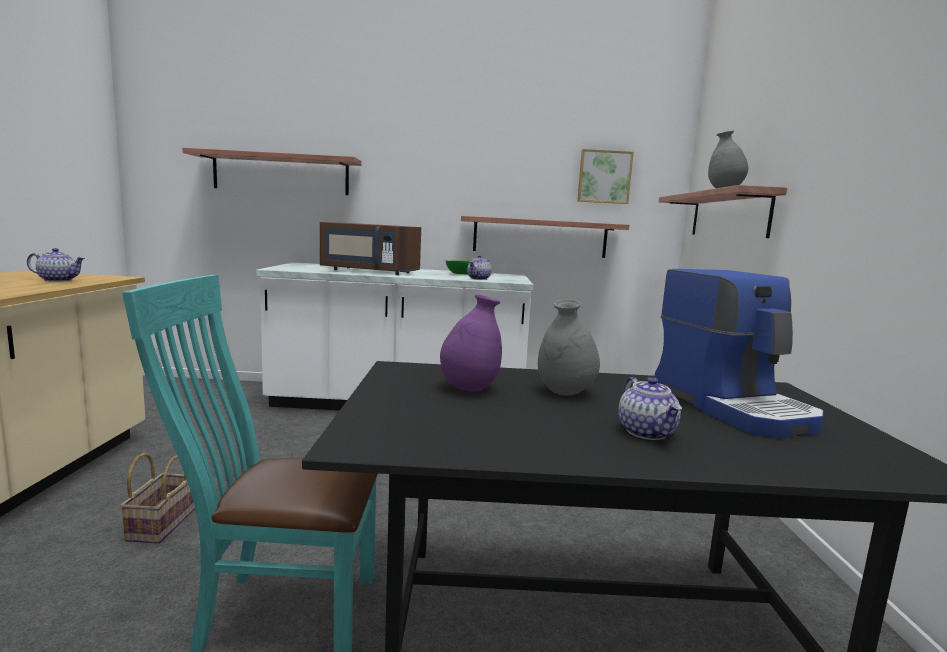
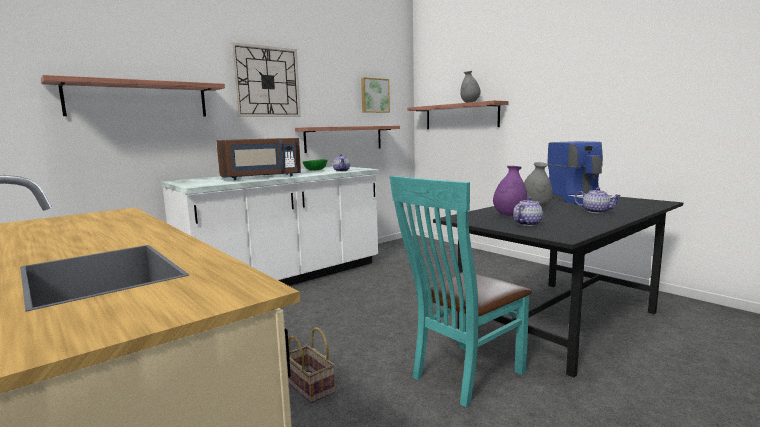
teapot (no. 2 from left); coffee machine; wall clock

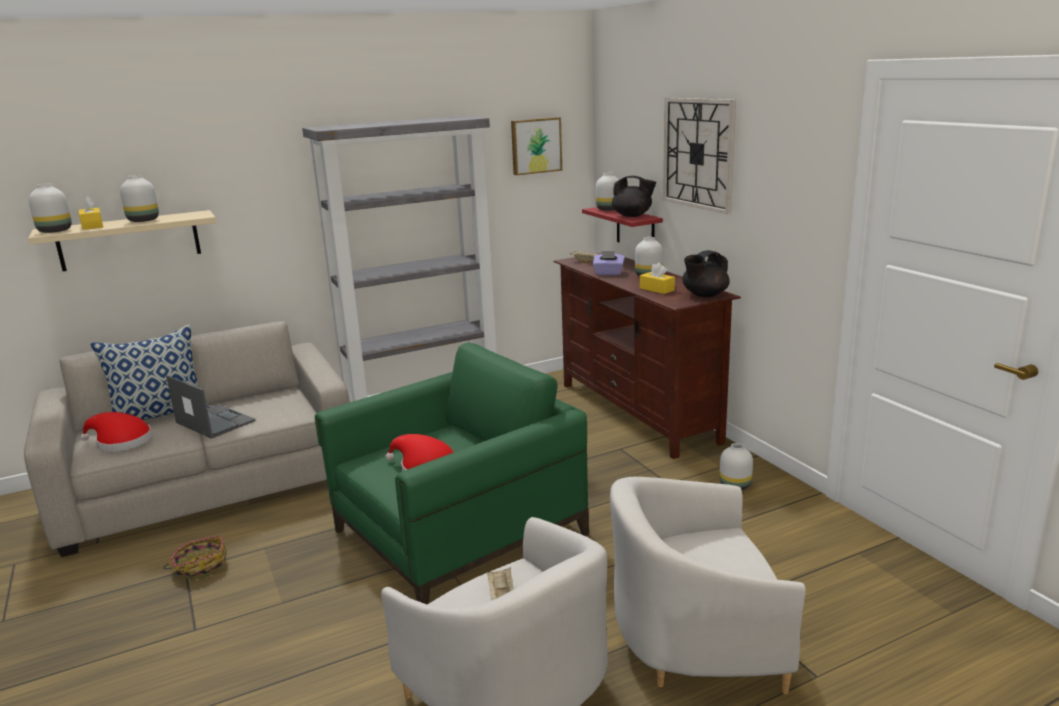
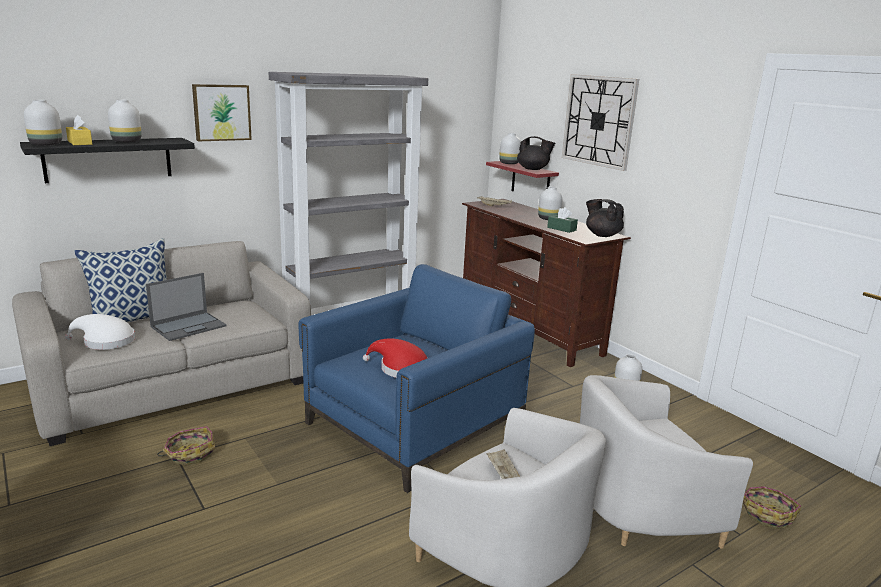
picture; shelf in black; teapot in black (no. 2 from left); tissue box in purple; tissue box in green; armchair in blue; laptop; hat in white; basket (no. 2 from left)

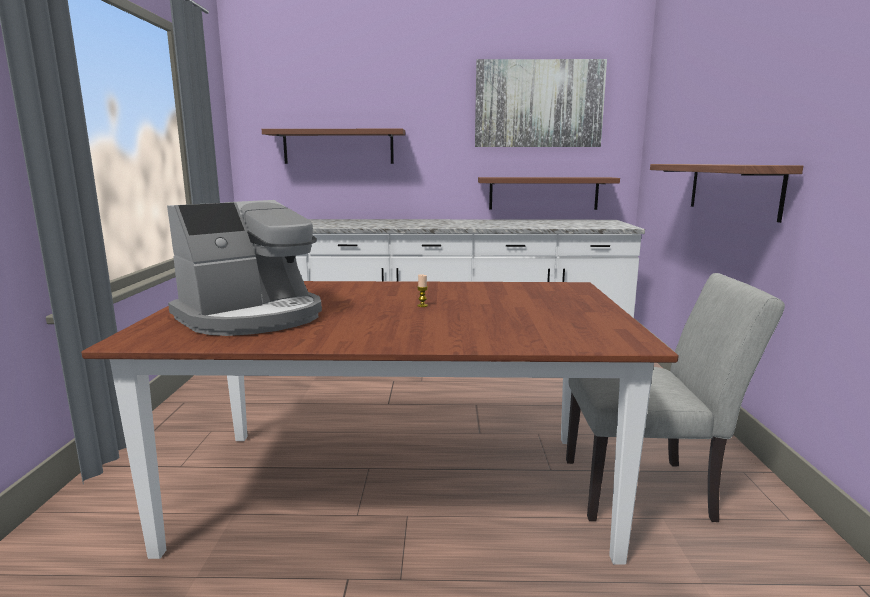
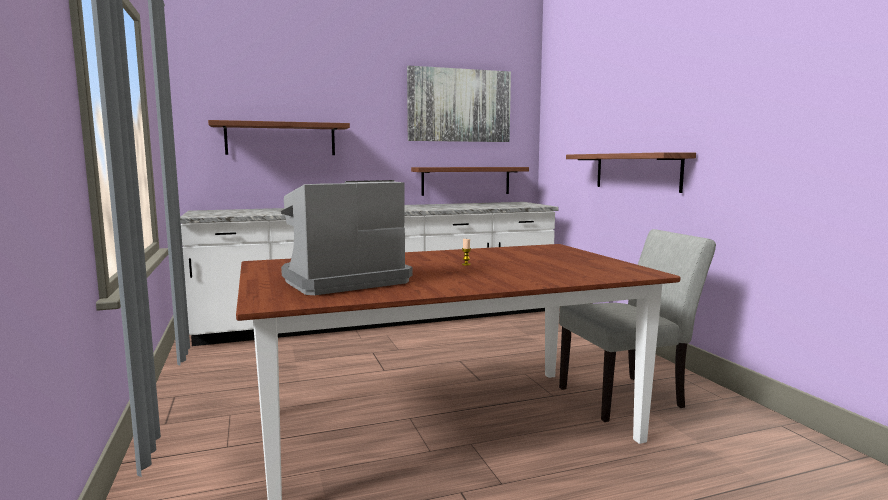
coffee machine

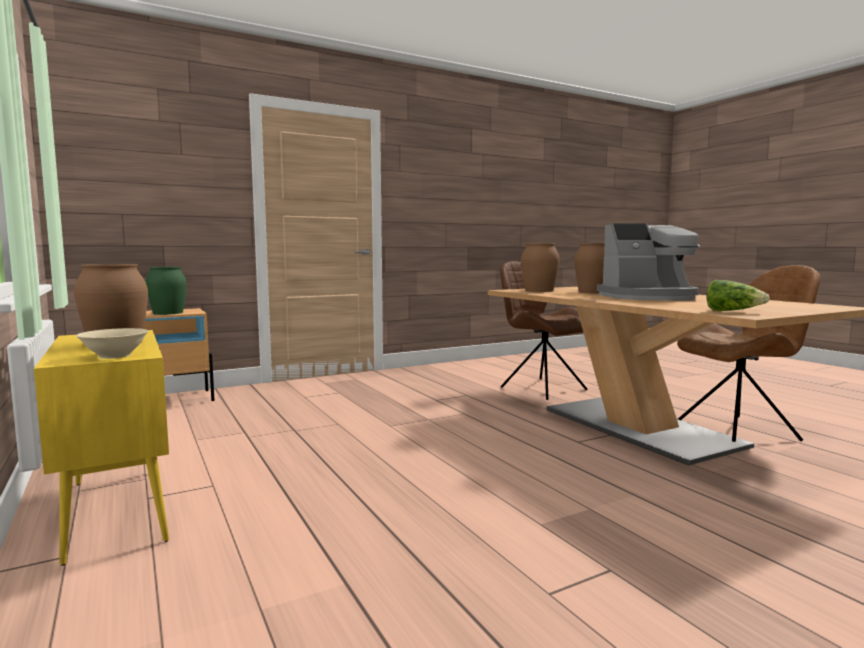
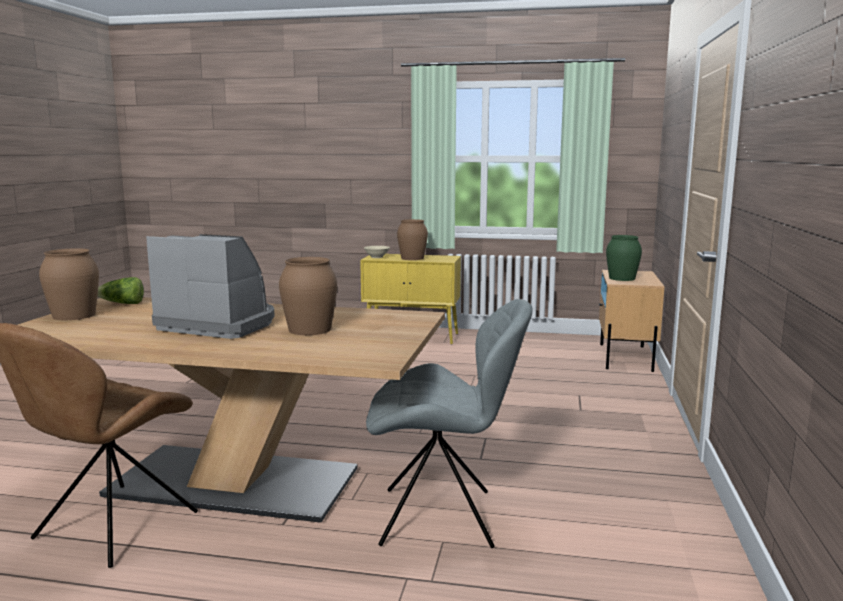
coffee machine; vase in brown (no. 1 from left); chair in grey

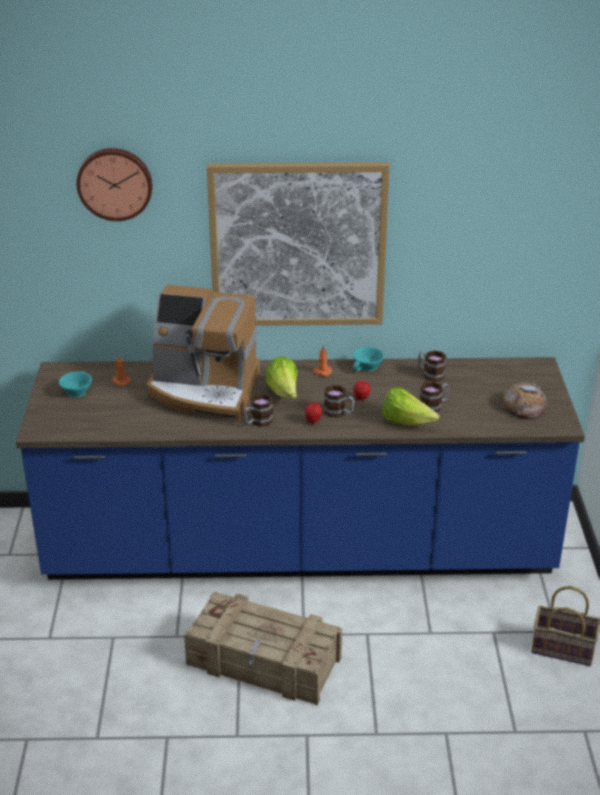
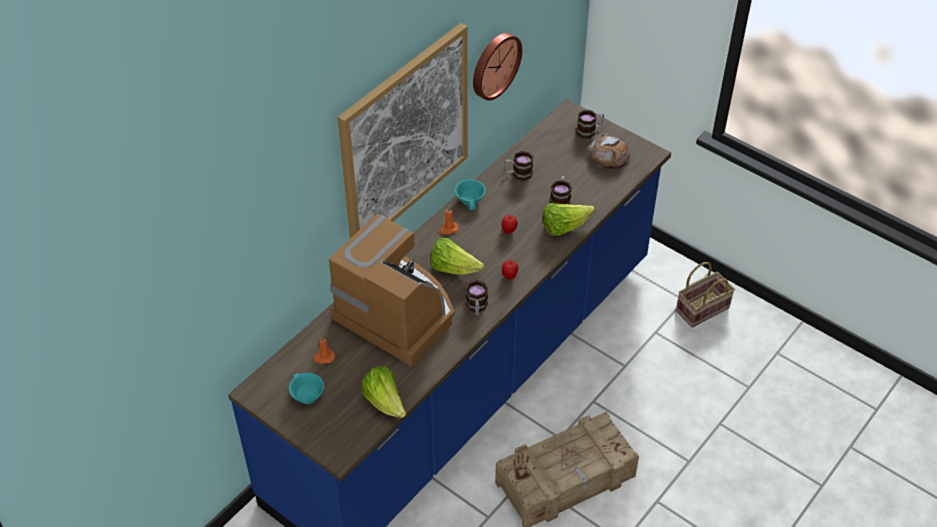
wall clock; coffee machine; mug (no. 4 from left); lettuce (no. 1 from left)

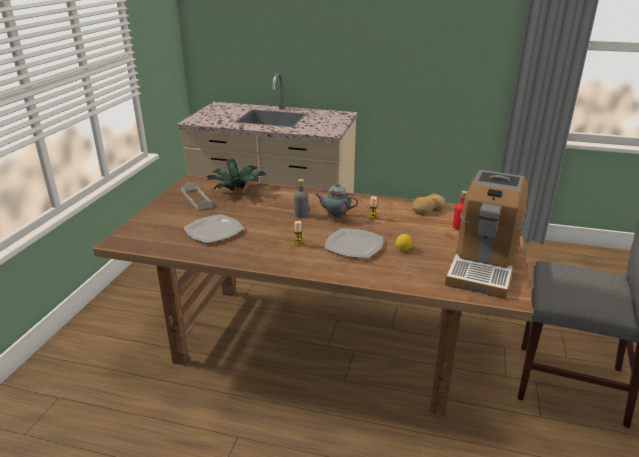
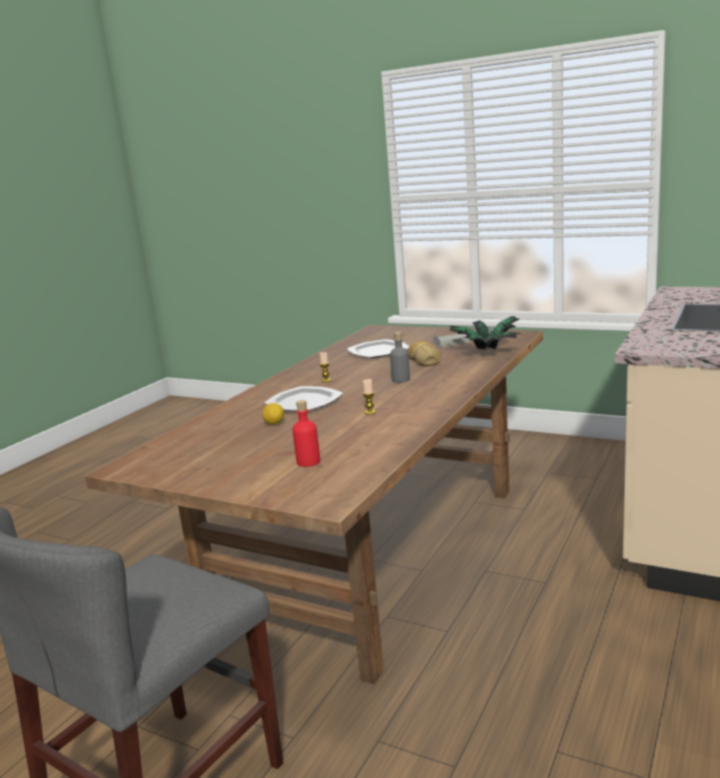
coffee machine; teapot; bread

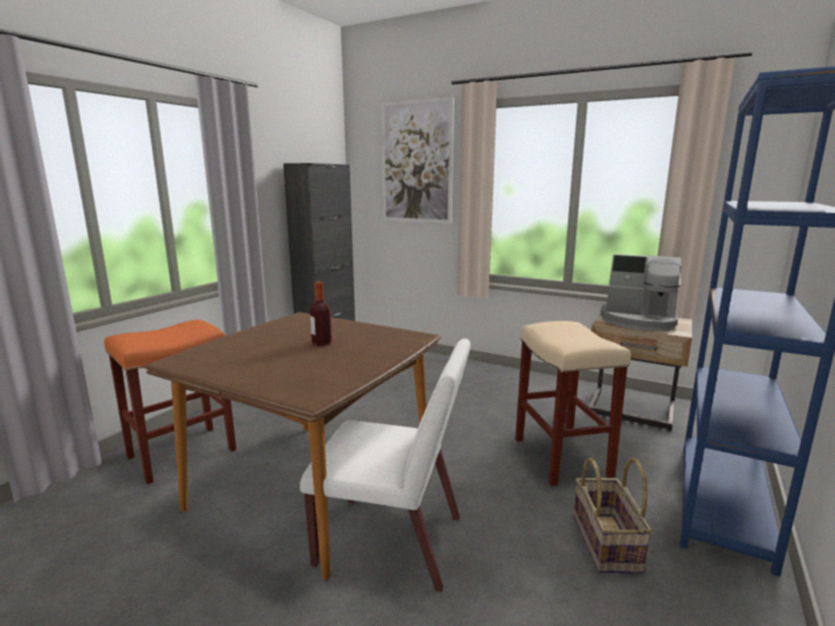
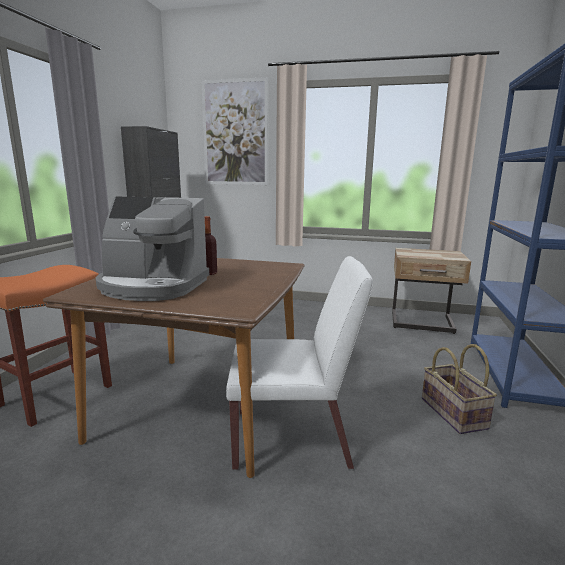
coffee machine; stool in beige

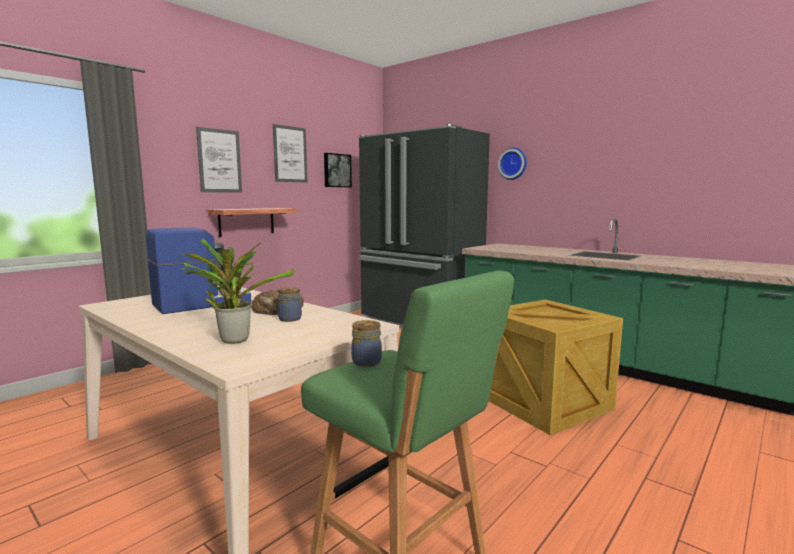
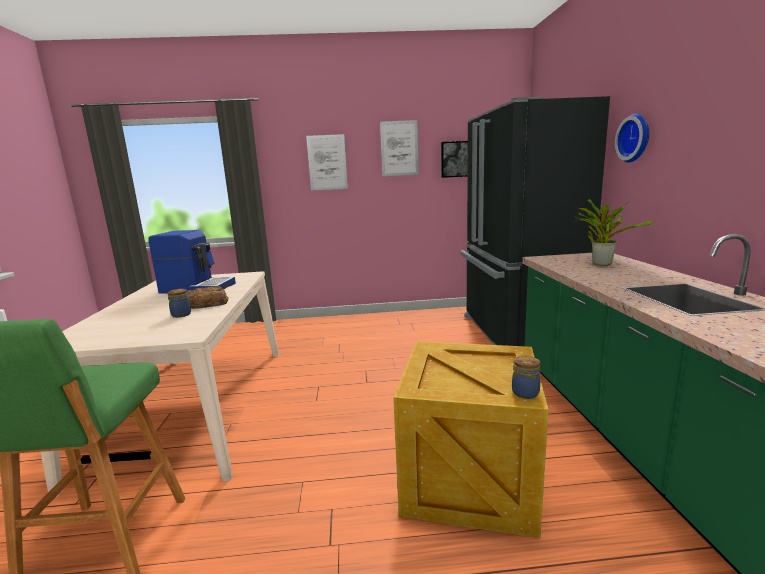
shelf; potted plant; jar (no. 2 from left)

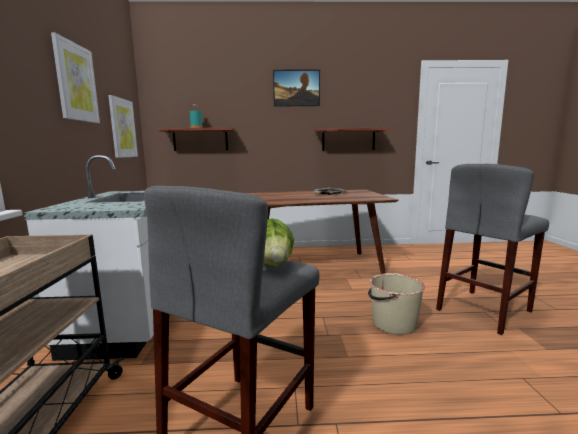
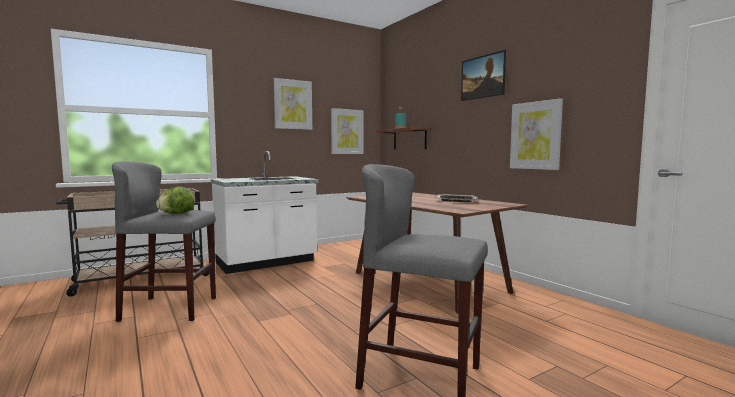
picture (no. 4 from left); bucket in beige

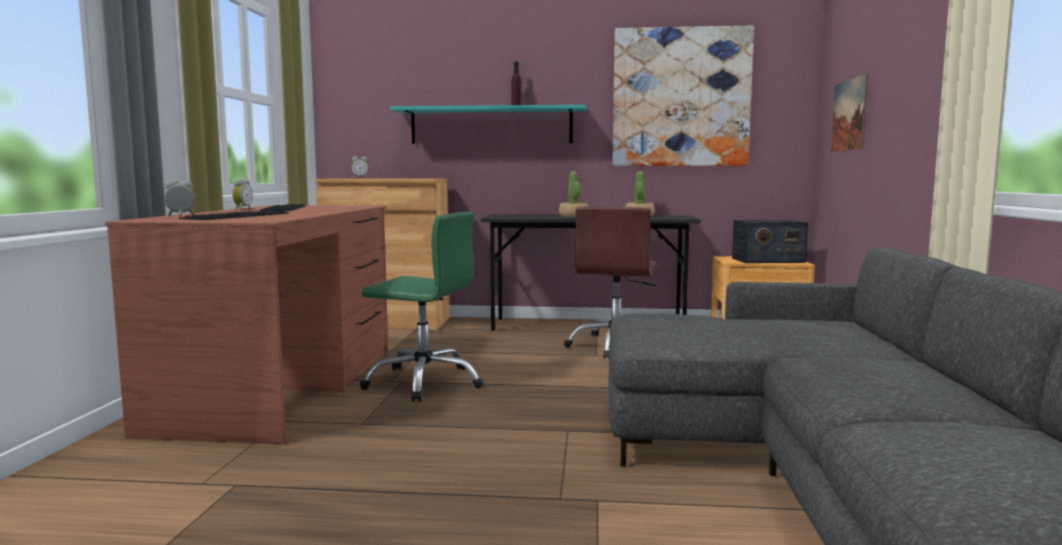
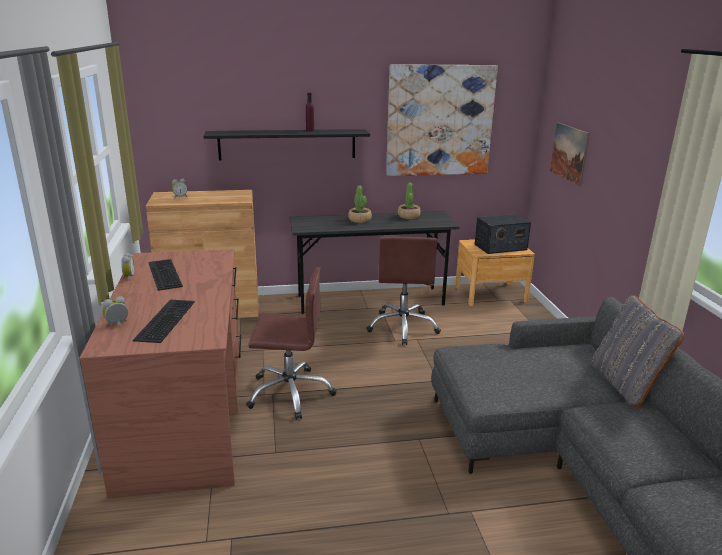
shelf in black; office chair in brown (no. 1 from left); pillow in grey

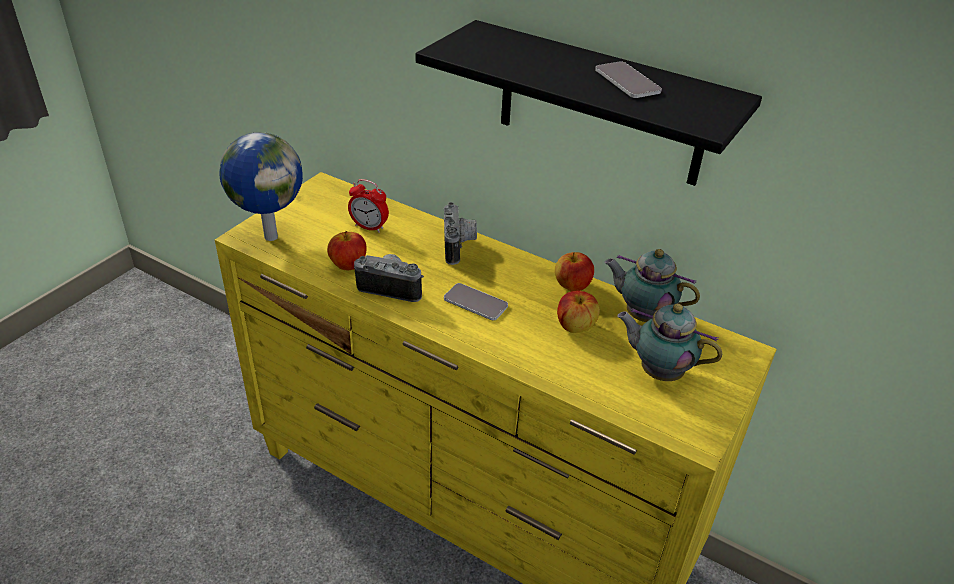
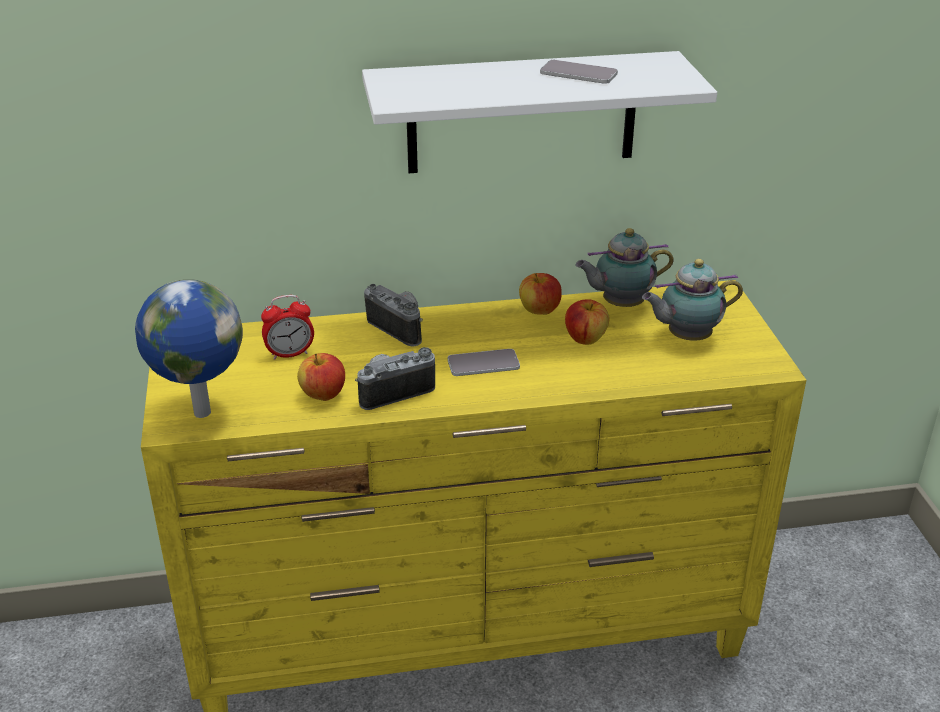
shelf in white

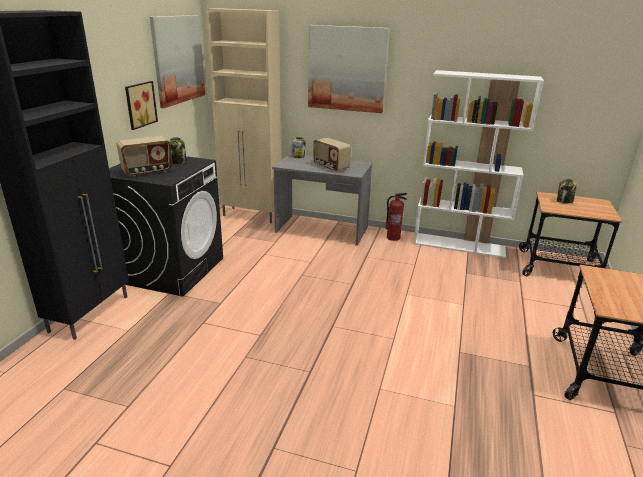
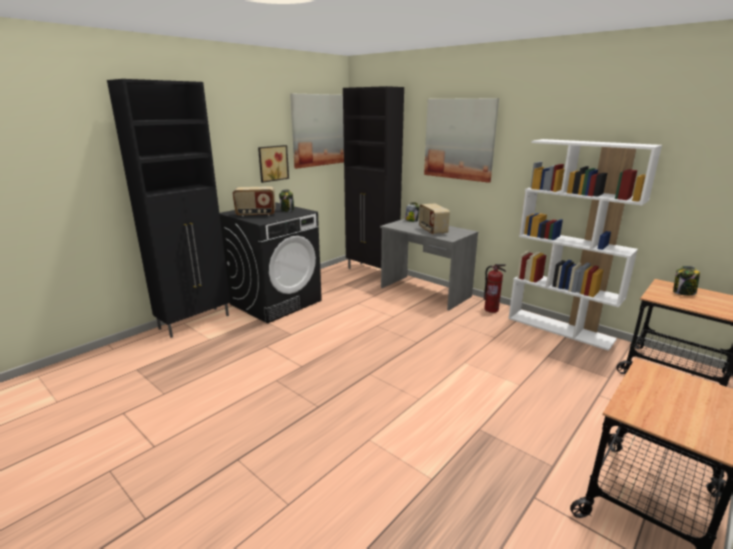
cabinet in black (no. 2 from left)

